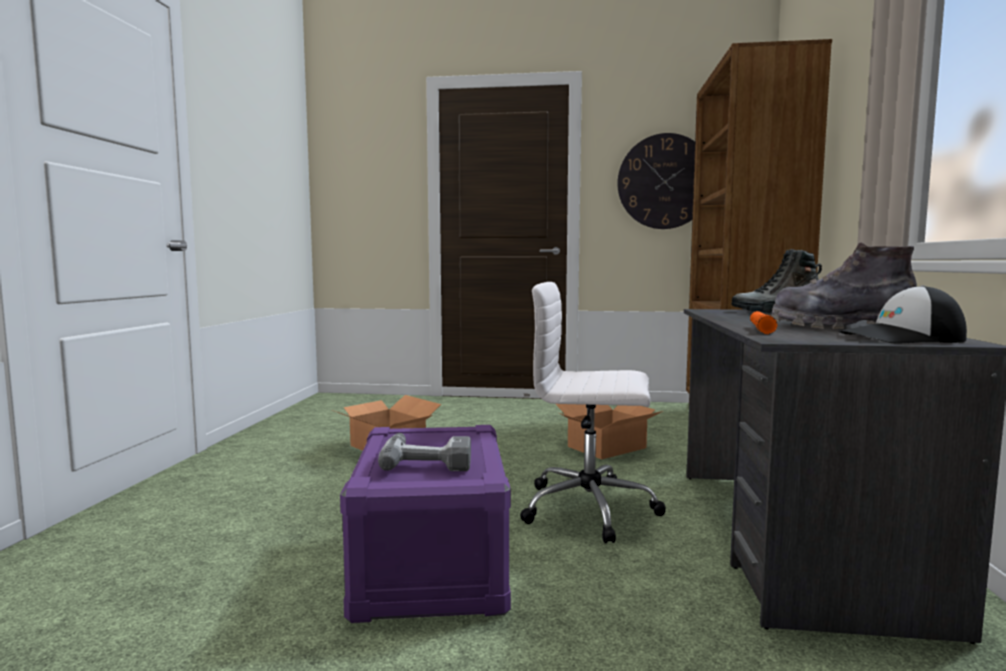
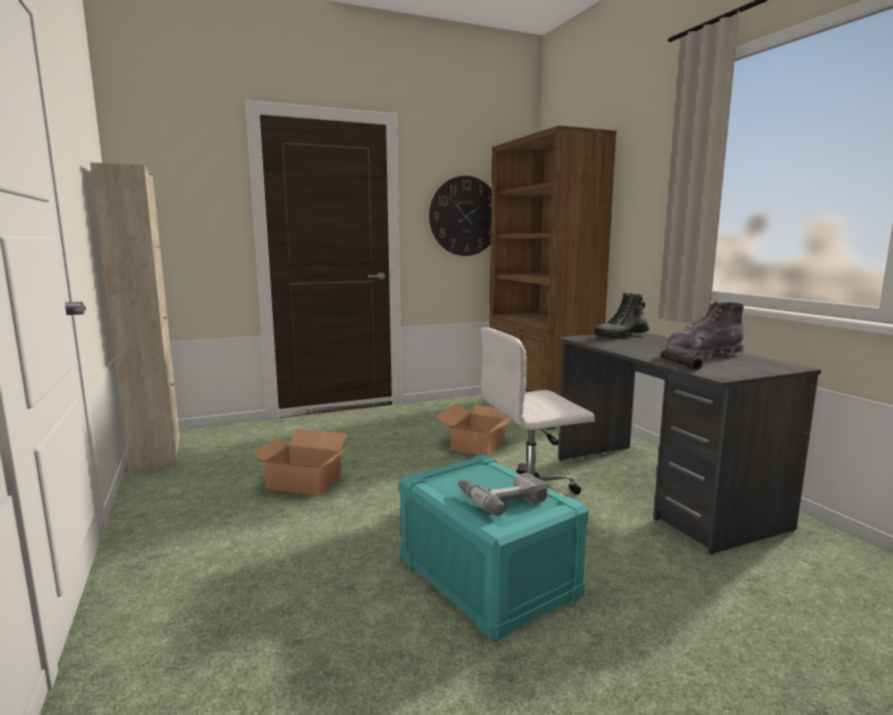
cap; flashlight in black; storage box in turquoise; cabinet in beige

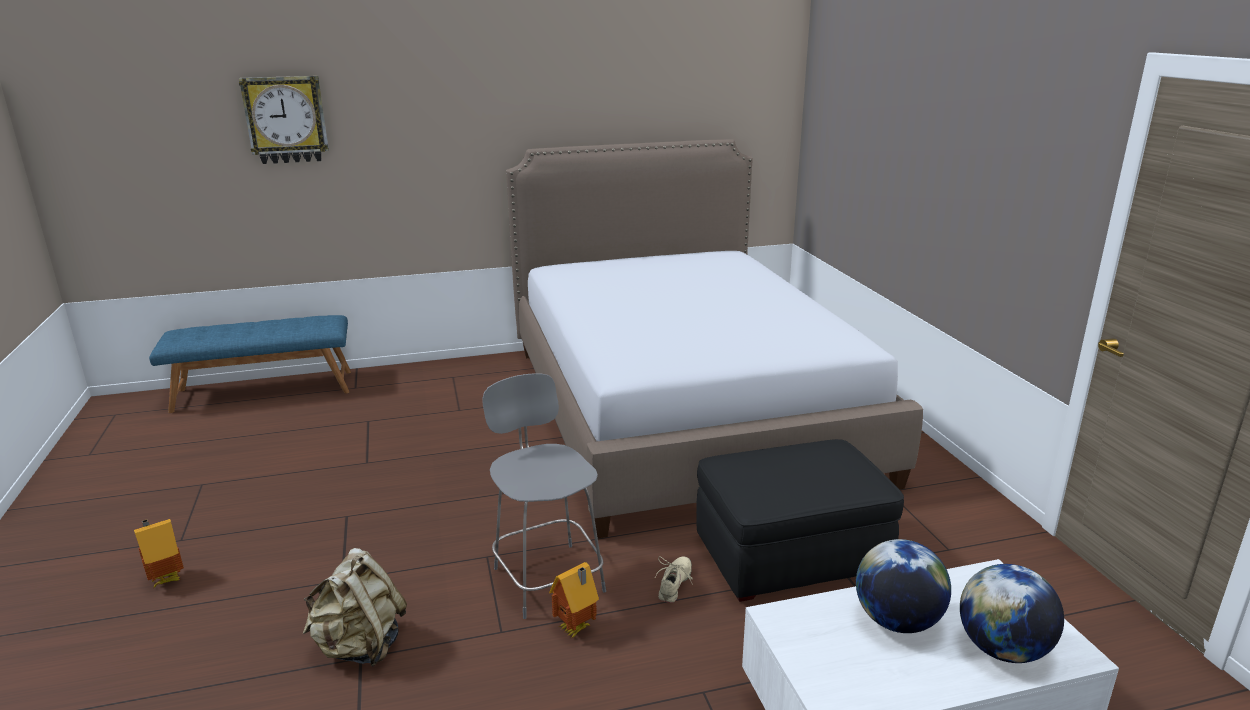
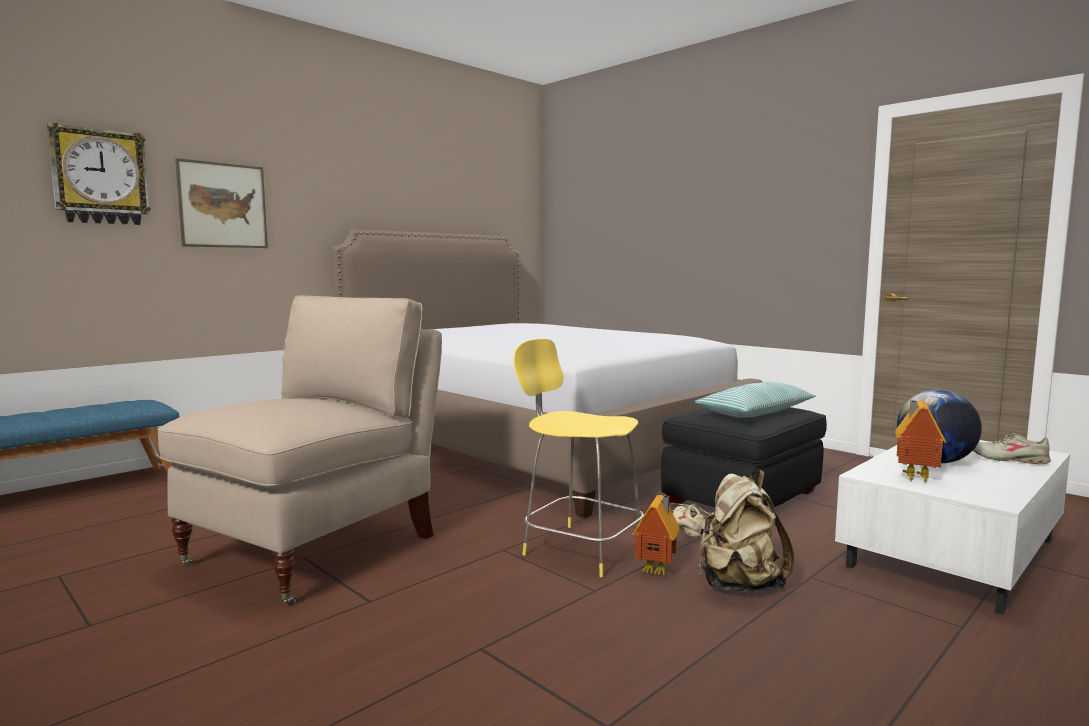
stool in yellow; toy house (no. 2 from left); backpack in beige; shoe in beige (no. 2 from left); picture; chair in beige; pillow

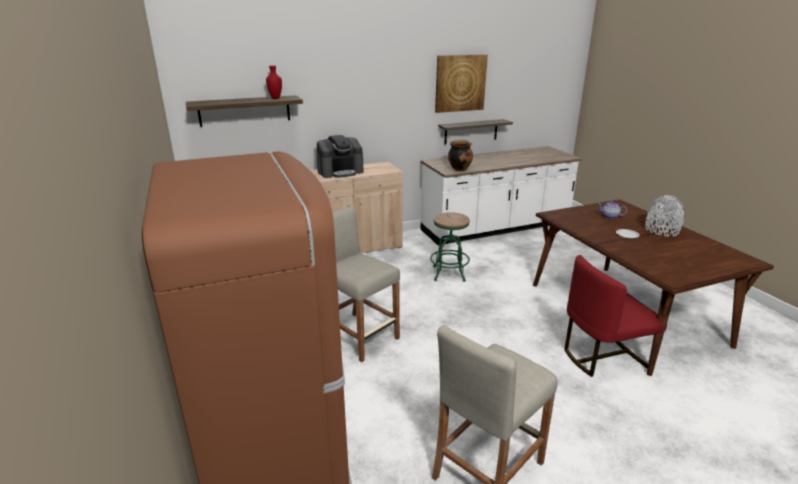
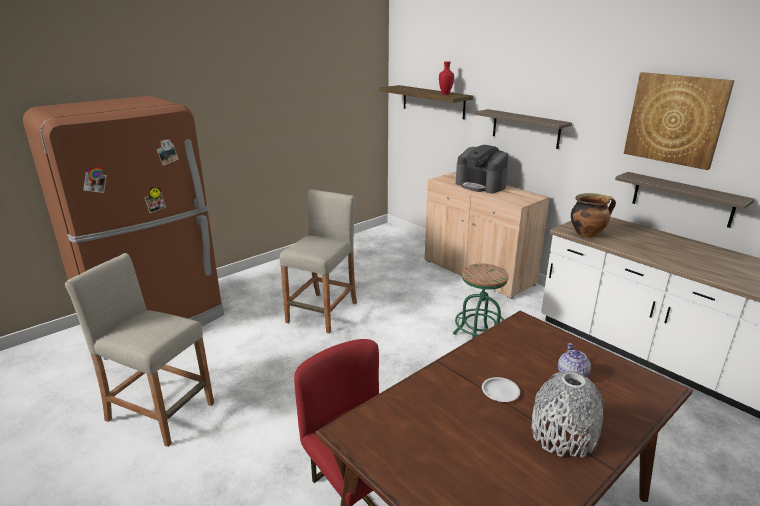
shelf (no. 2 from left)

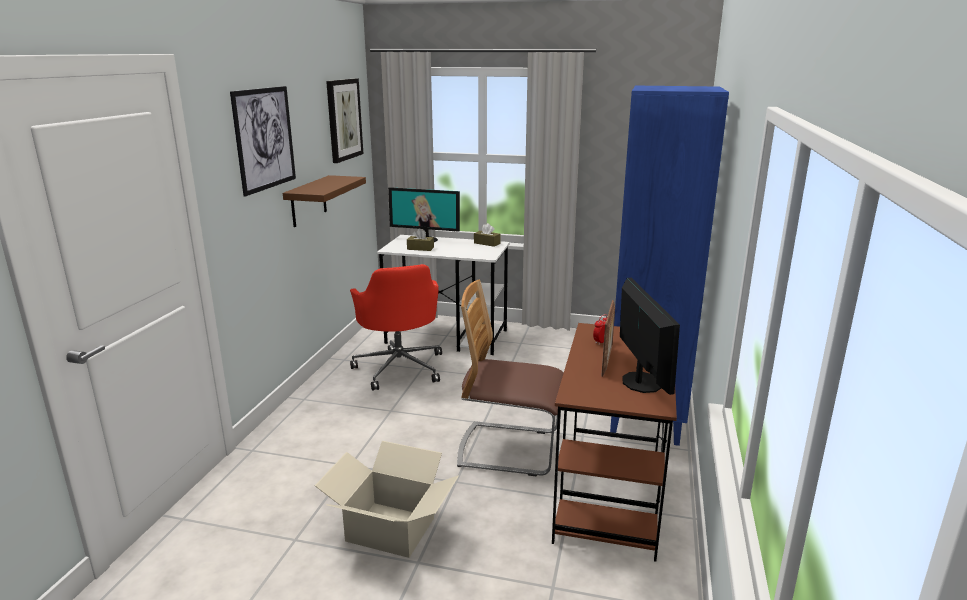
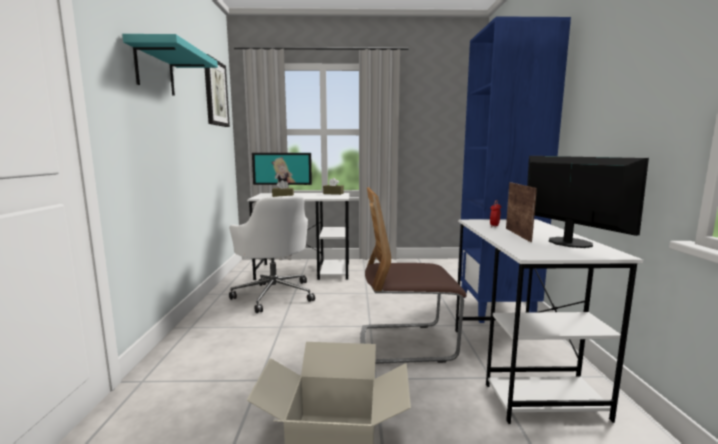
shelf in turquoise; shelf in brown; office chair in white; desk in white (no. 2 from left)

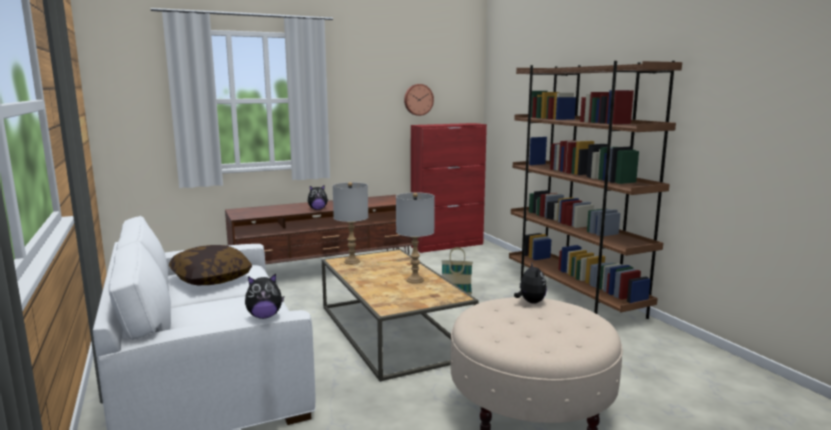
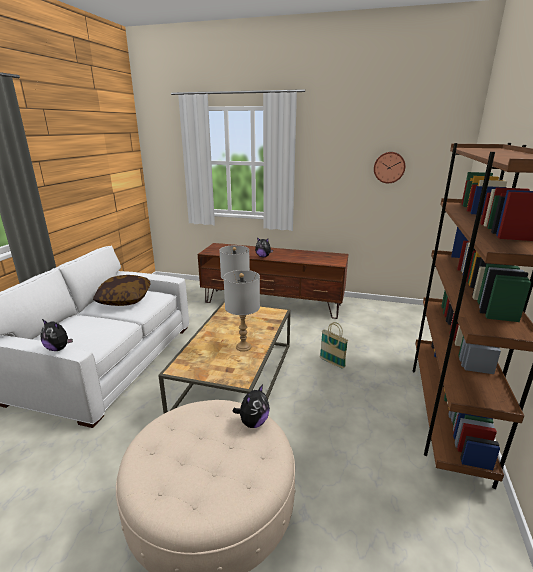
cabinet in red

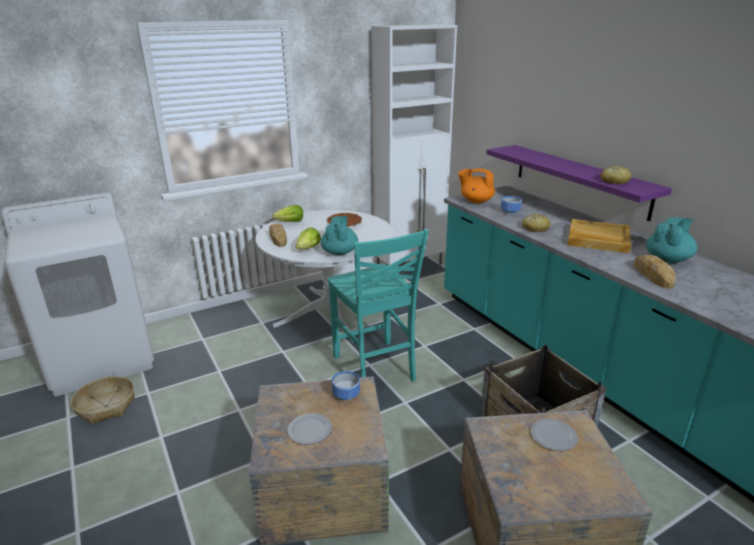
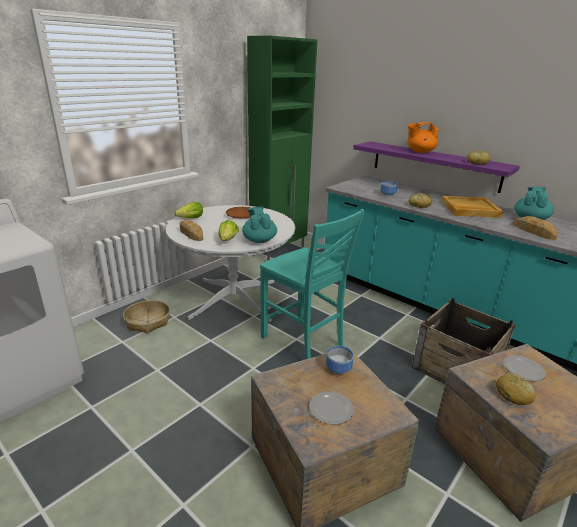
cabinet in green; teapot in orange; basket; bread (no. 4 from left)

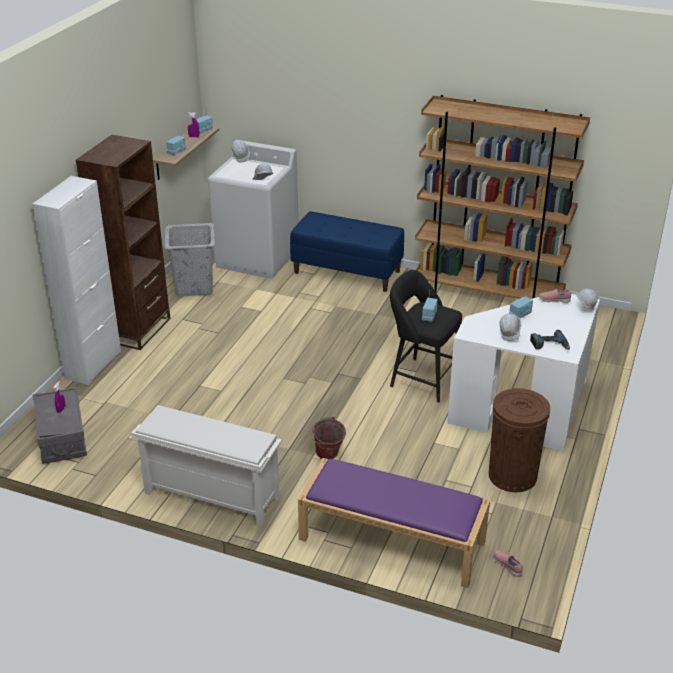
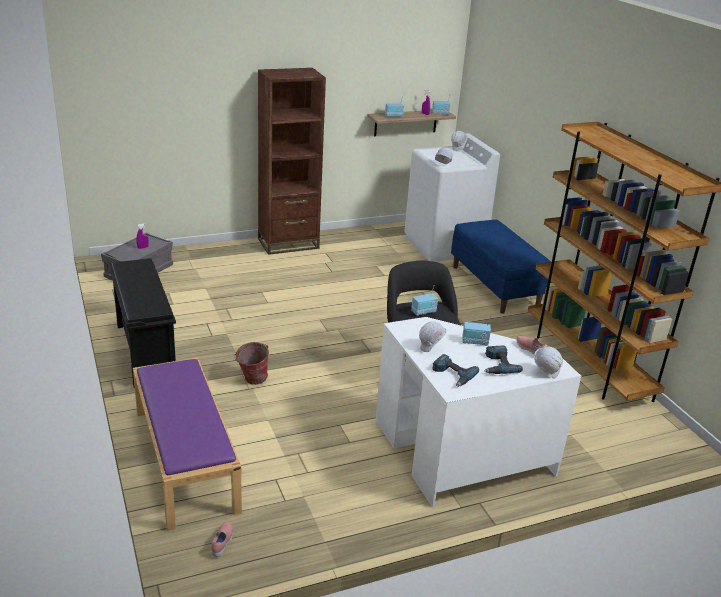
cabinet in white; laundry basket in grey; trash can in brown; shoe rack in black; power drill (no. 2 from left)

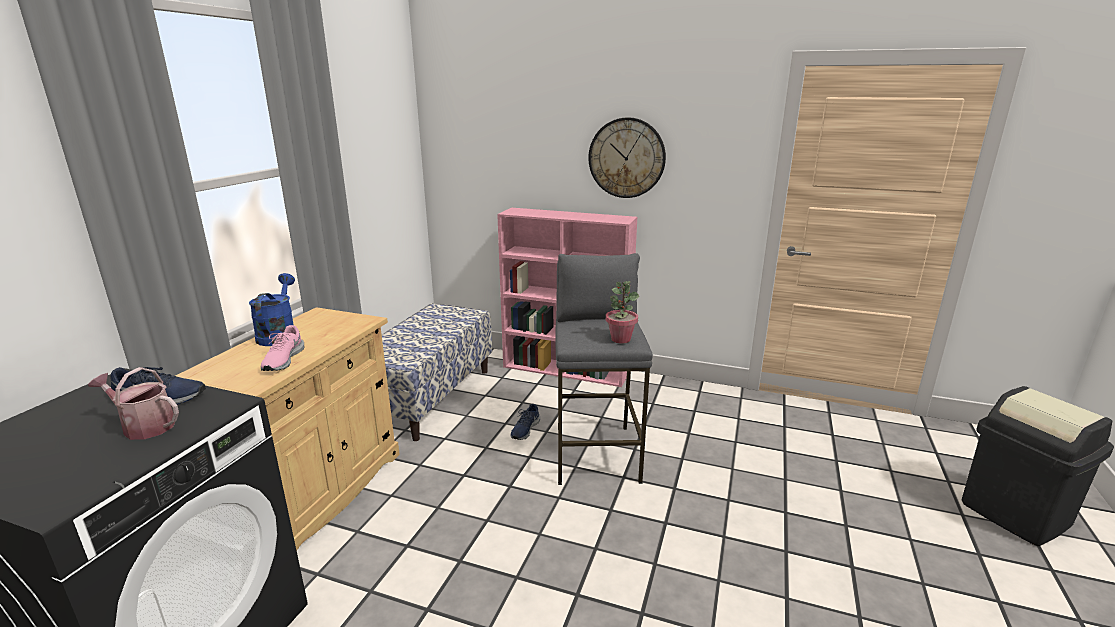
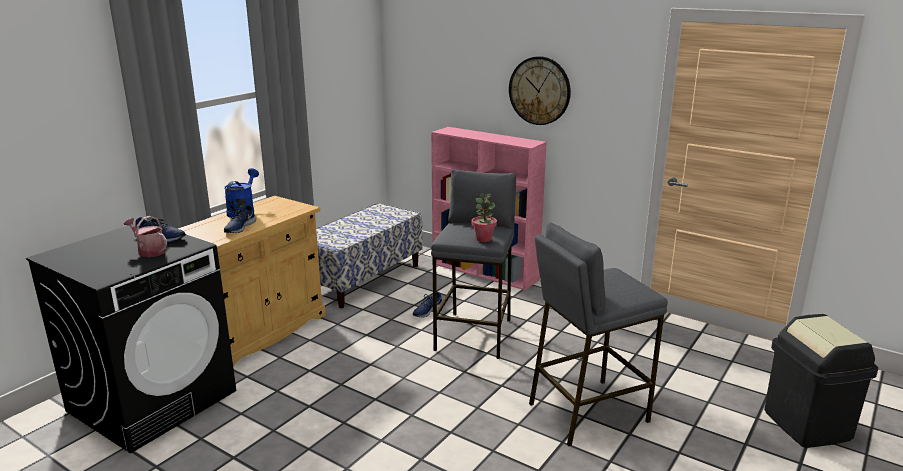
shoe in blue (no. 2 from left); stool in grey (no. 2 from left)

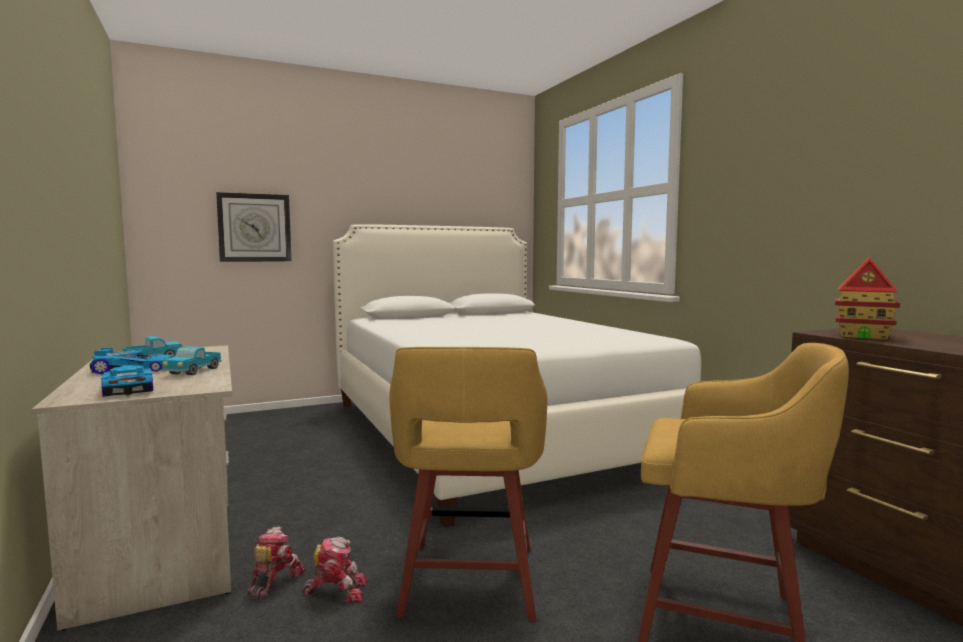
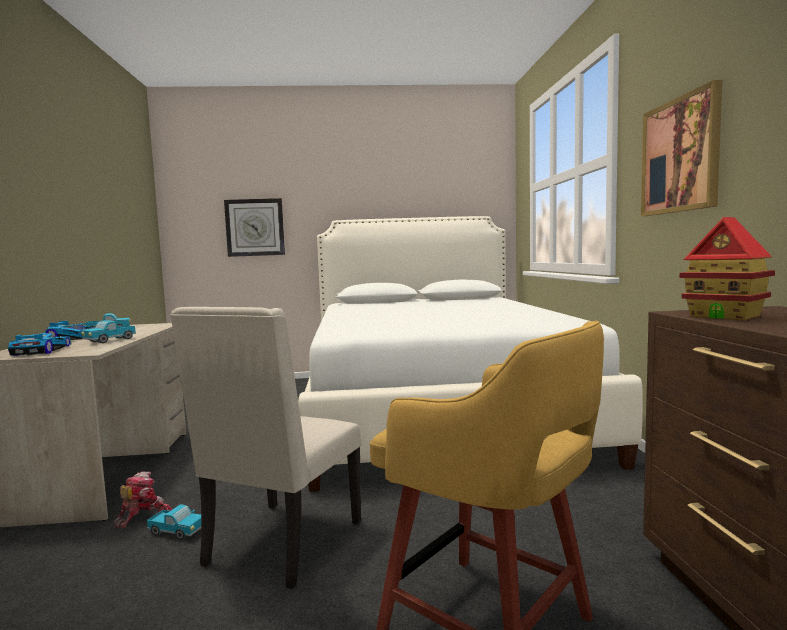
chair in beige; toy truck (no. 3 from left); picture

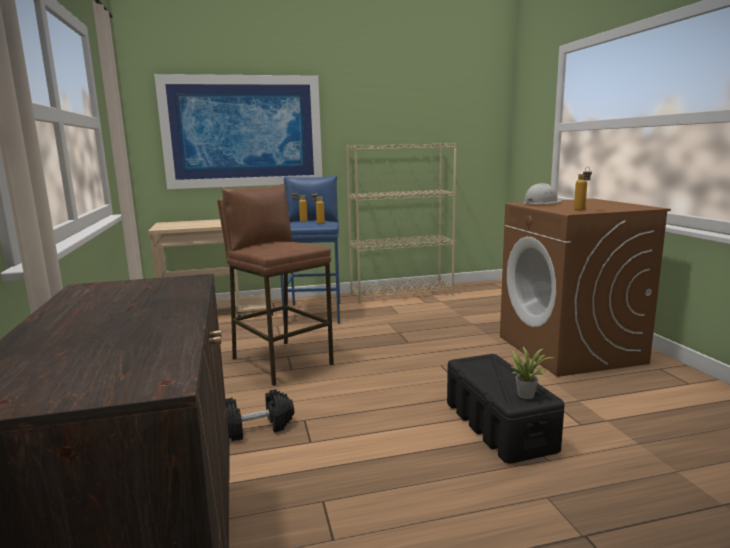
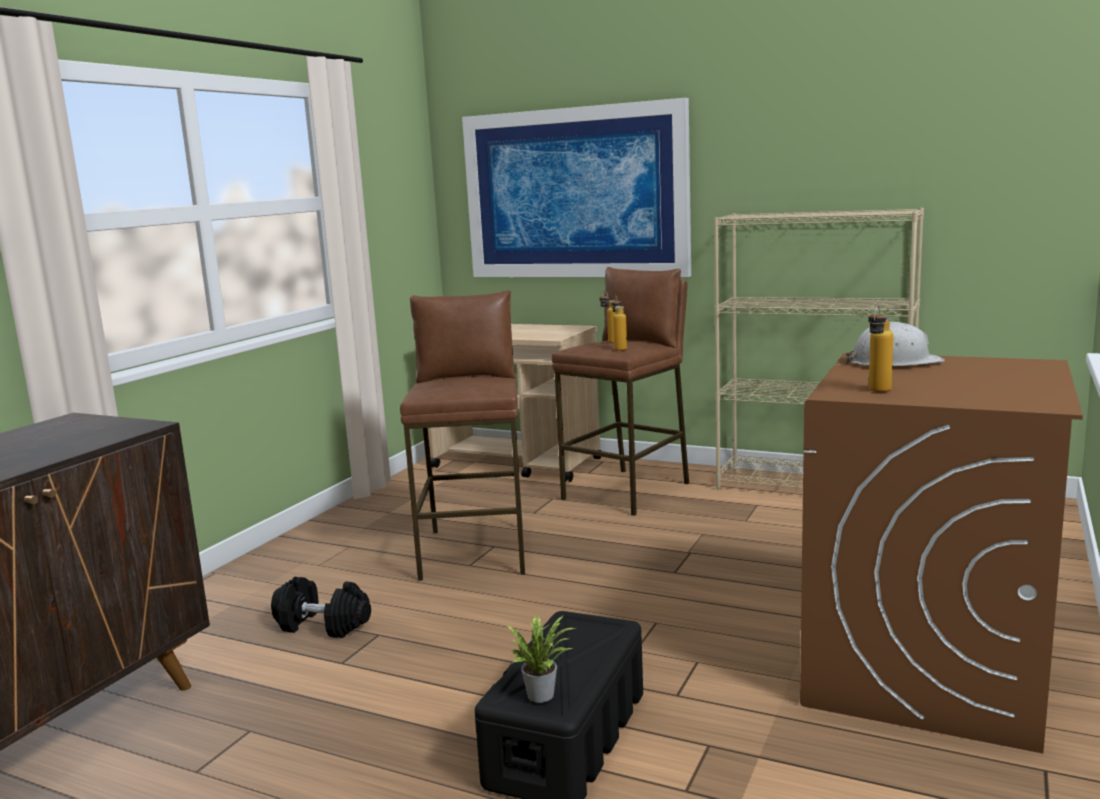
stool in brown (no. 2 from left)

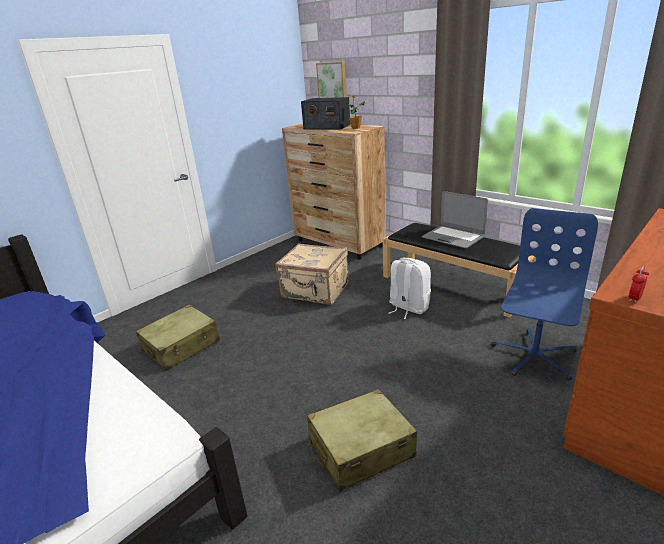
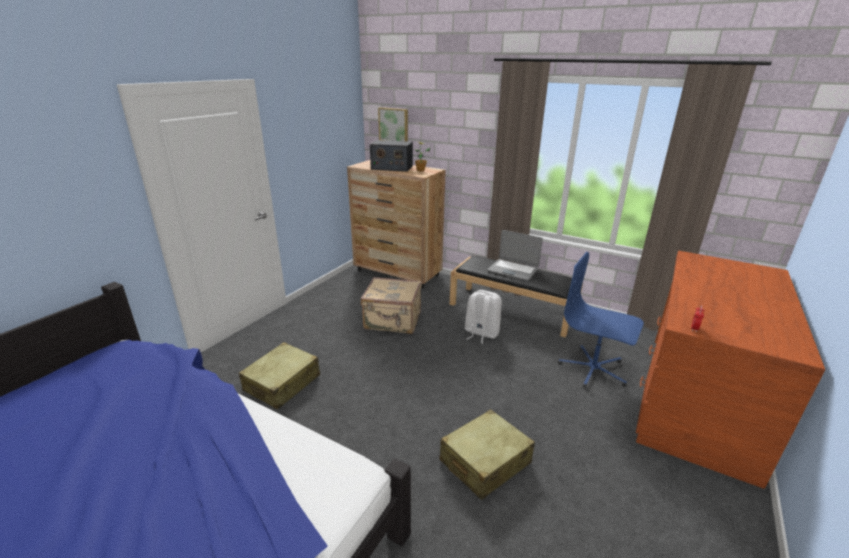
office chair in blue

